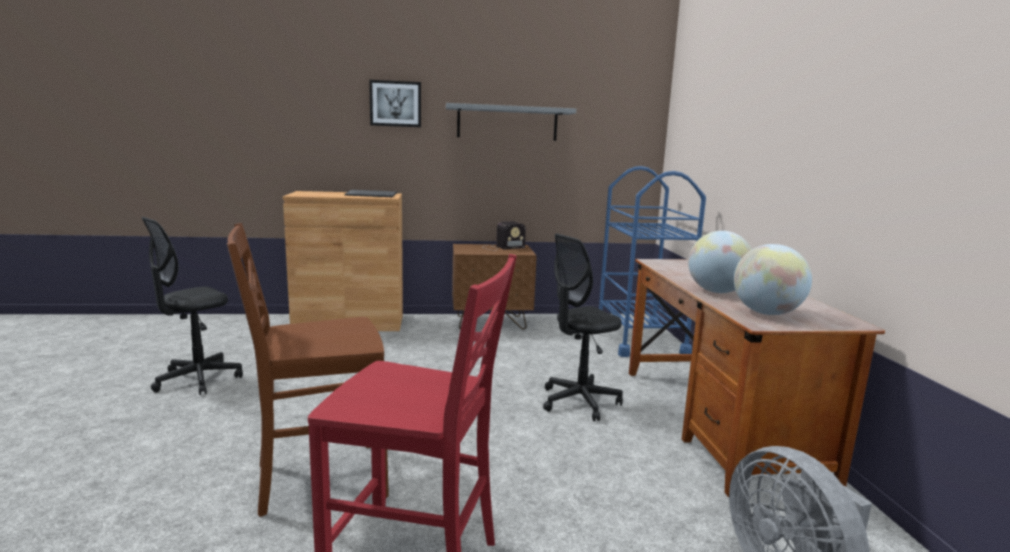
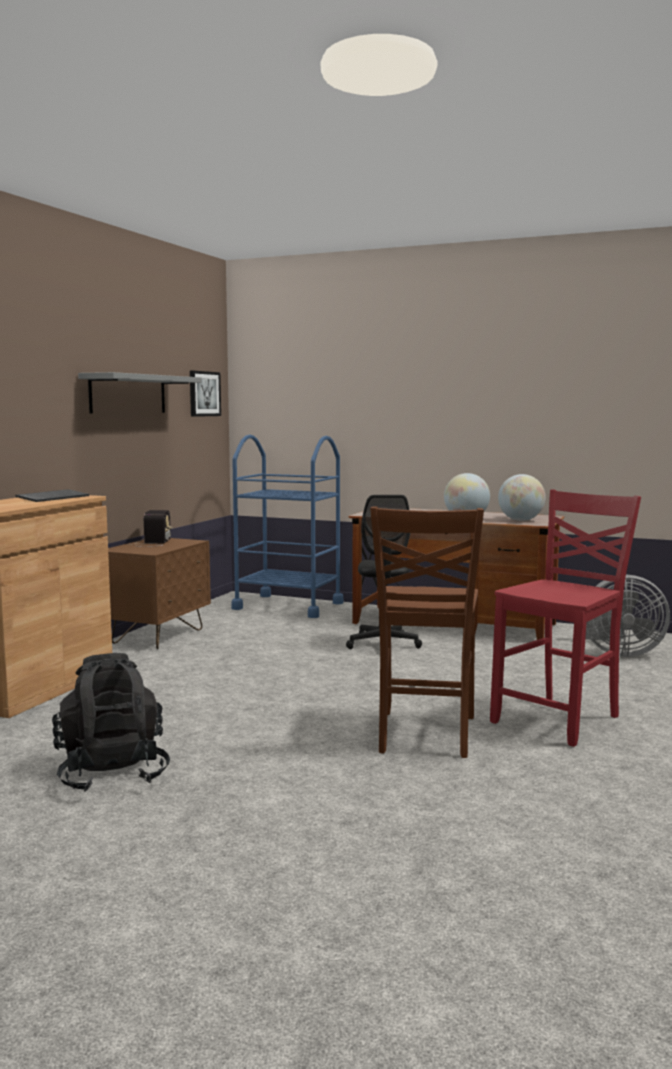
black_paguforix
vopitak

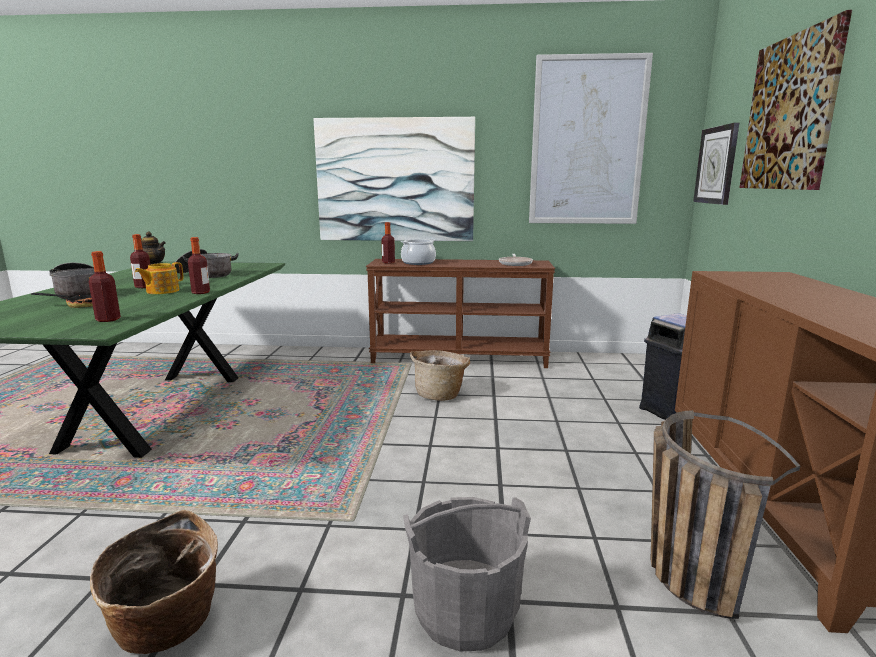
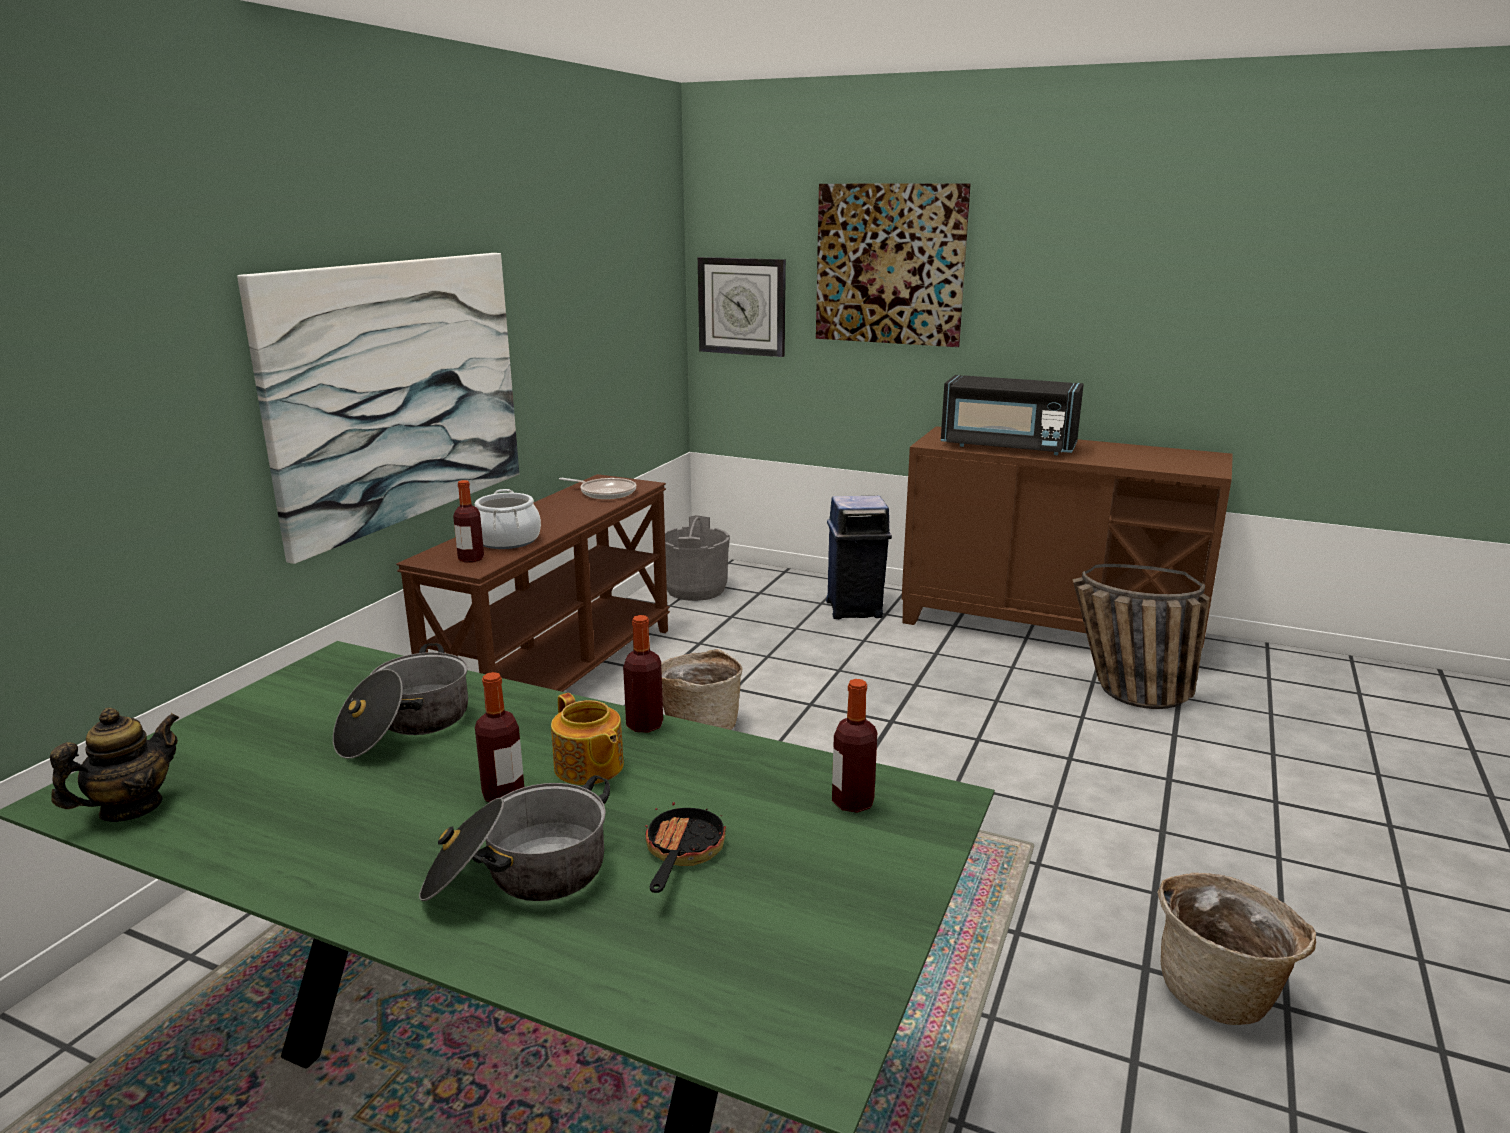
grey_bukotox
vopitak (no. 2 from left in the first image)
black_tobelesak

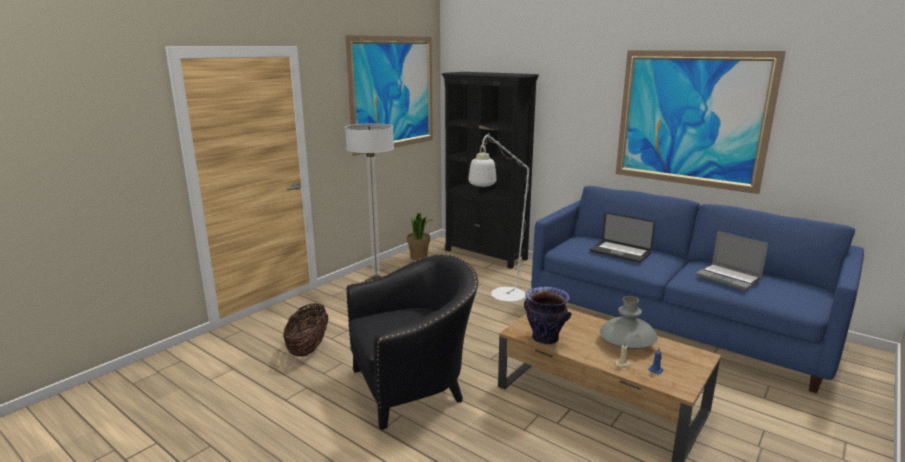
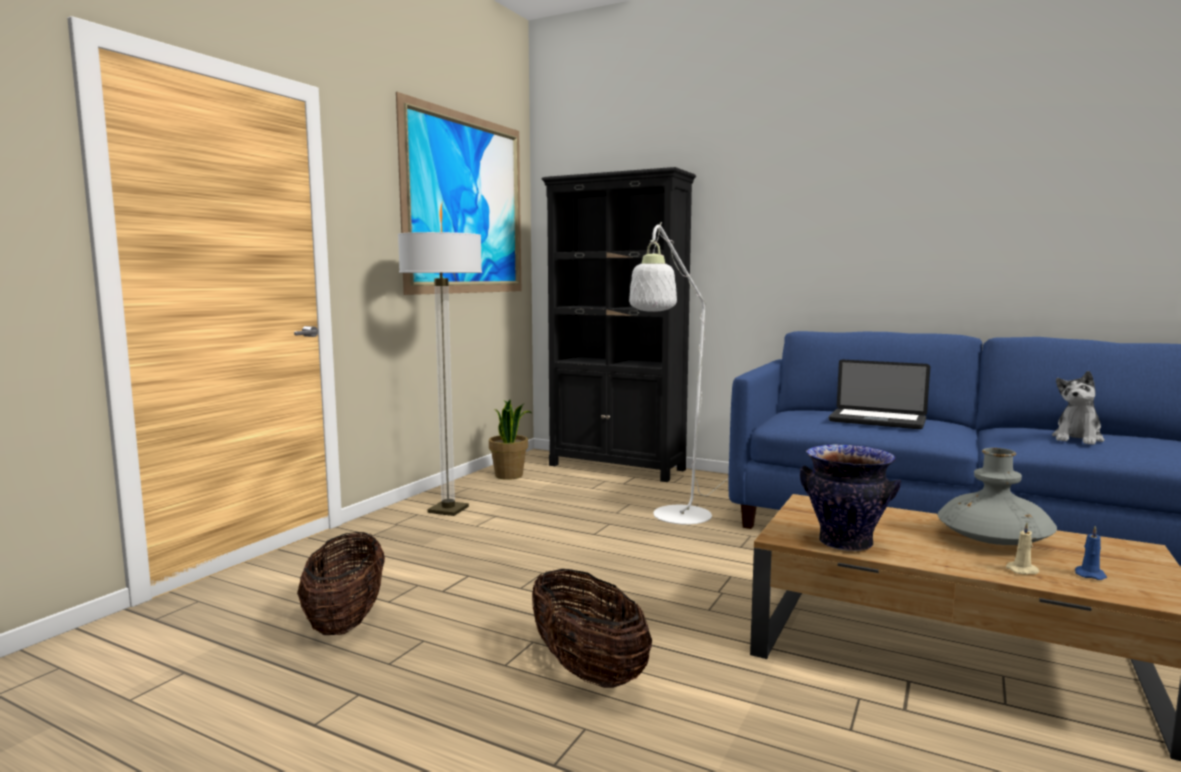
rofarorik (no. 2 from left)
vopitak (no. 2 from left in the first image)
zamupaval

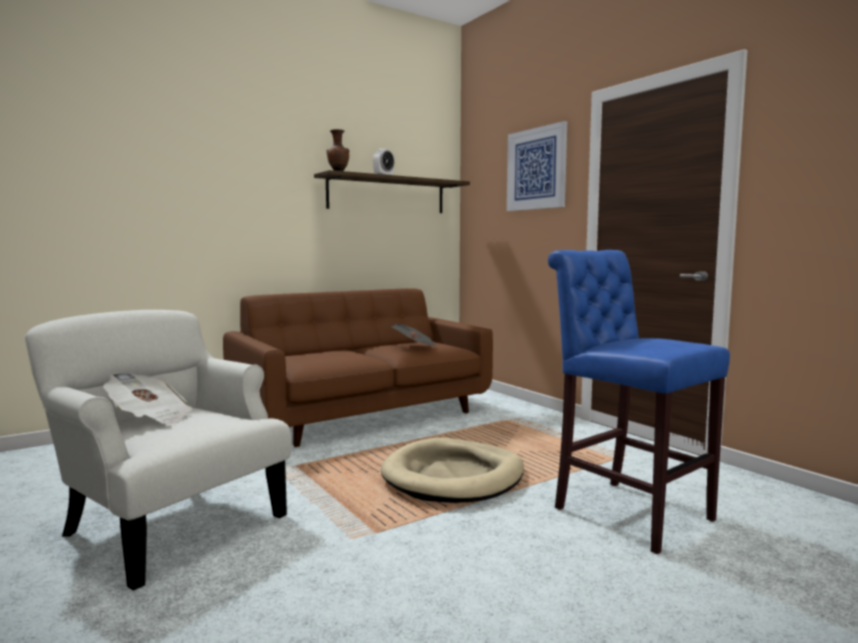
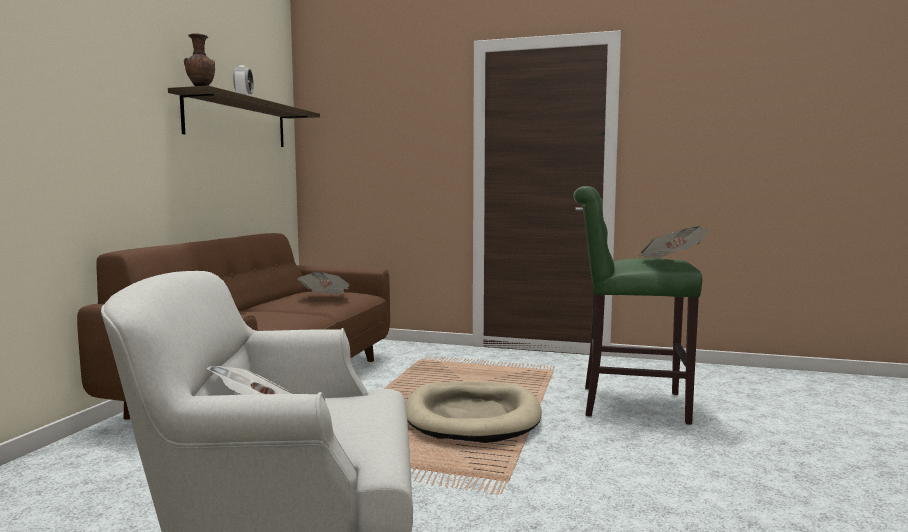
vopitak
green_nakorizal
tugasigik (no. 3 from left)

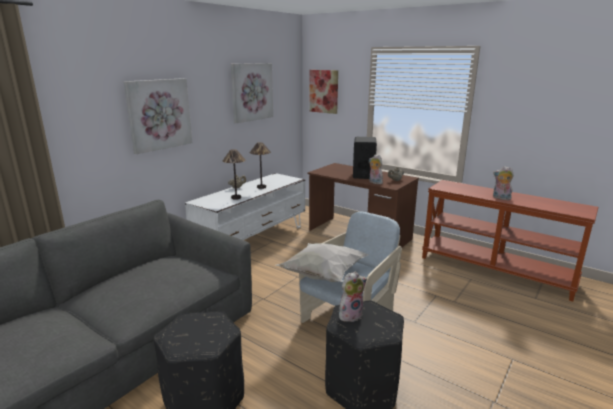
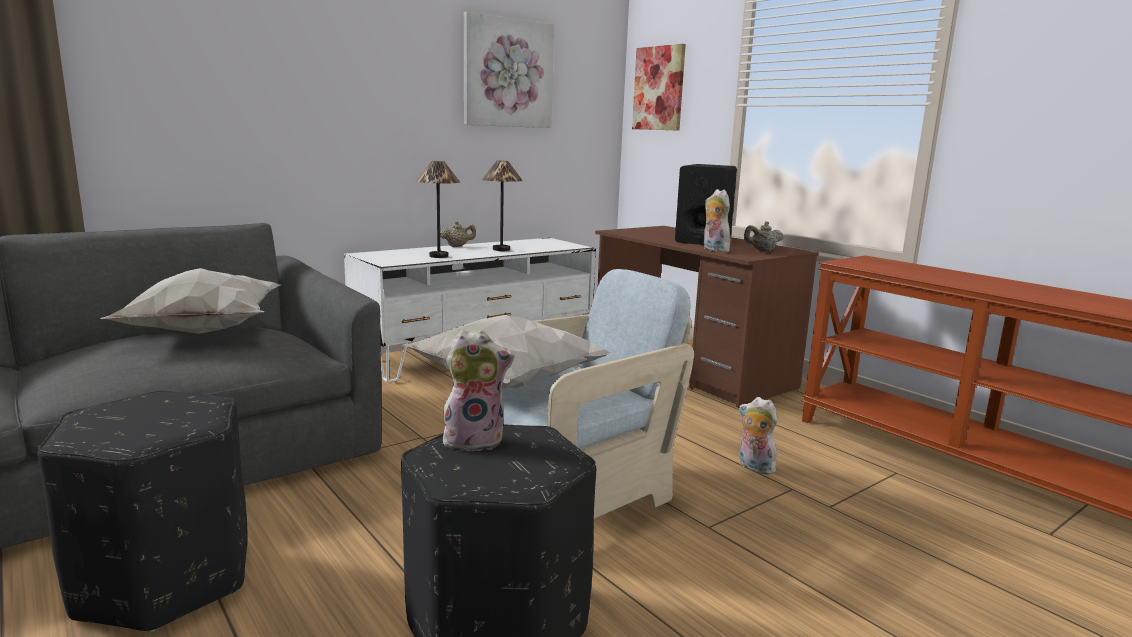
vopitak (no. 1 from left in the first image)
zamupaval (no. 3 from left)
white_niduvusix (no. 1 from left)

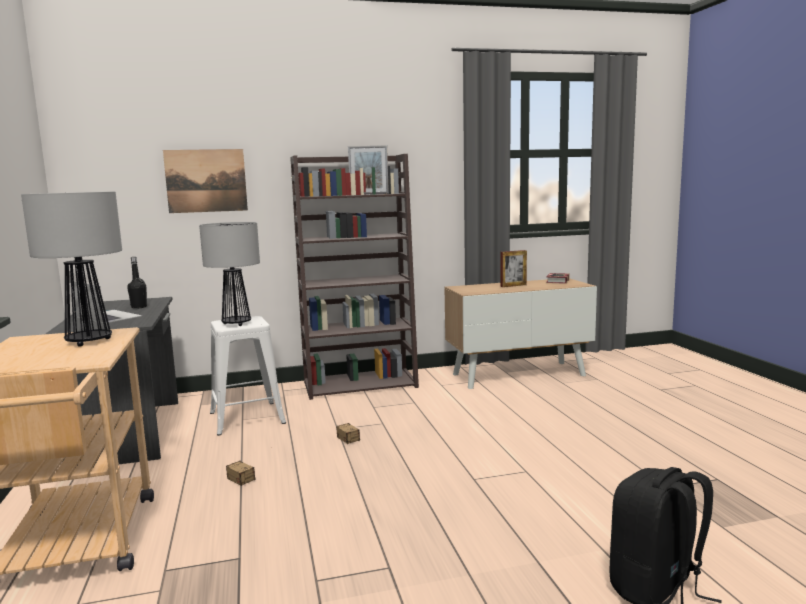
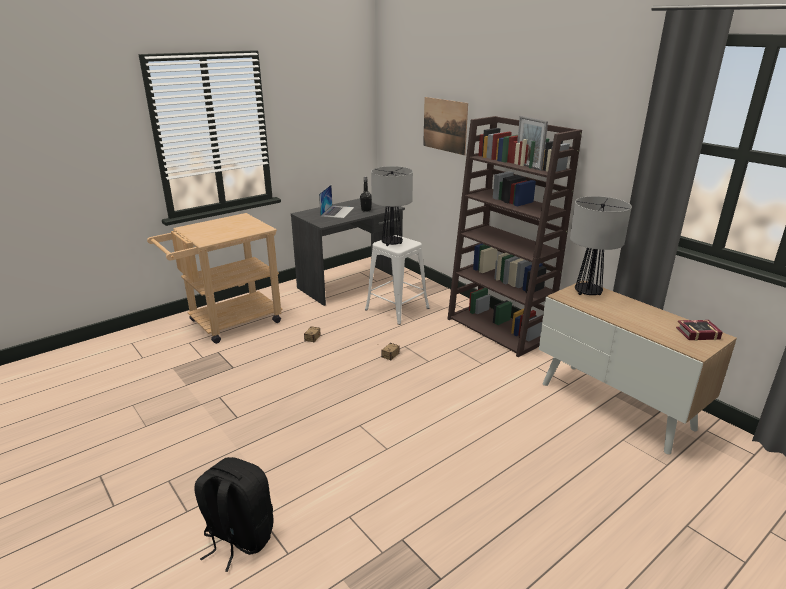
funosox (no. 2 from left)
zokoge (no. 2 from left in the first image)

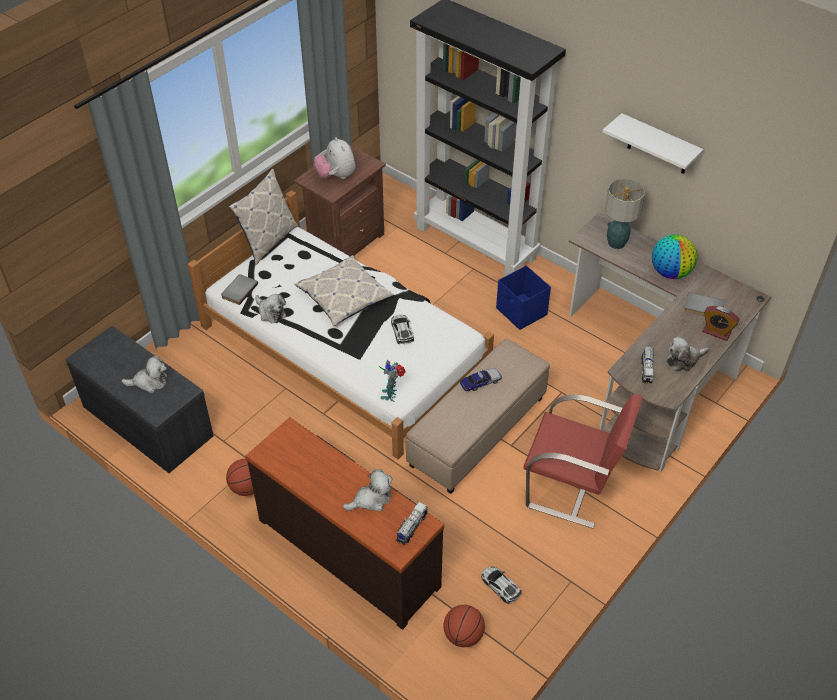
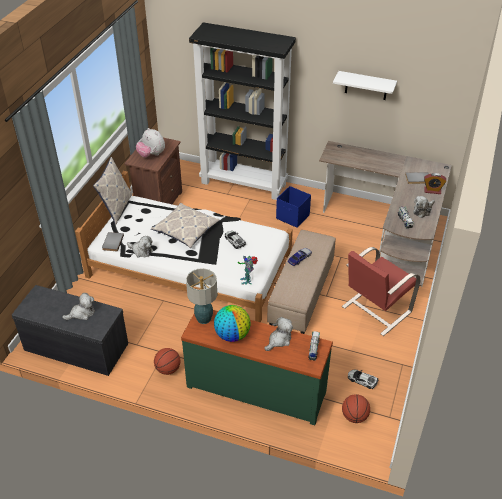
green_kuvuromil
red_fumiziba
funosox
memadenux

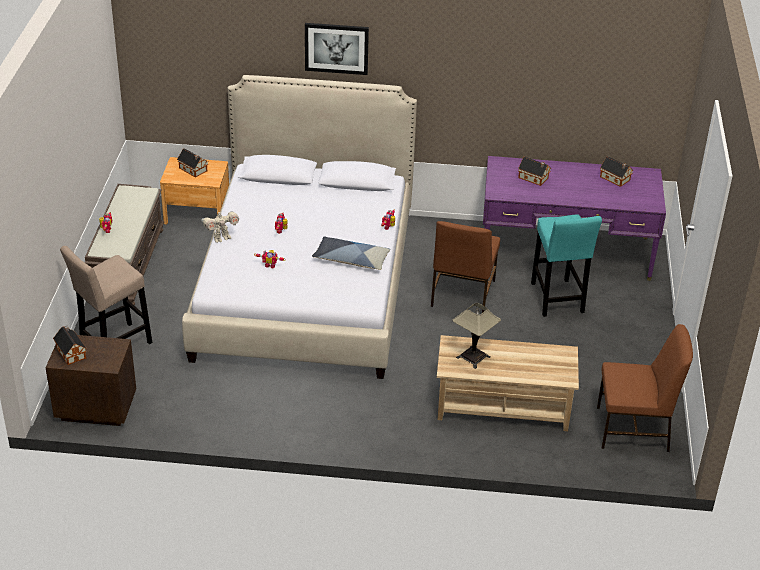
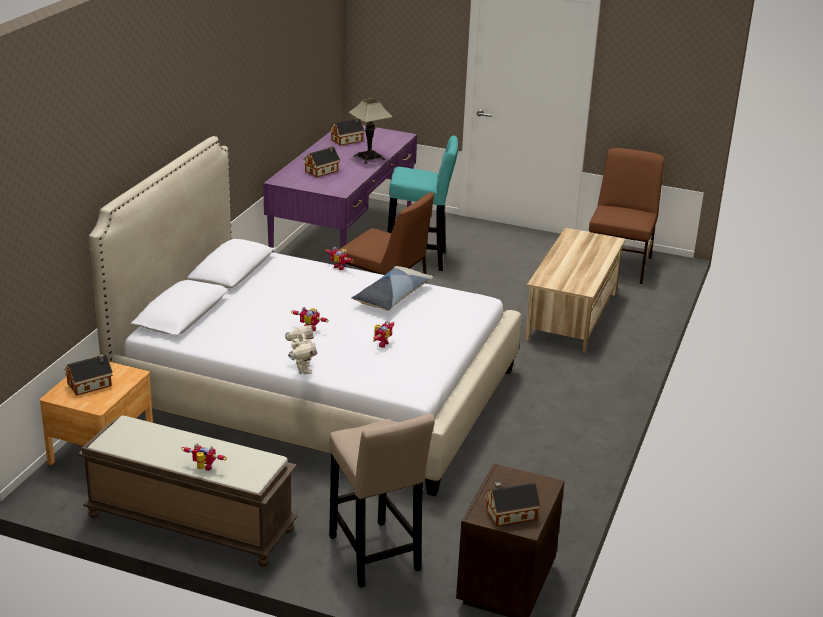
vopitak
funosox

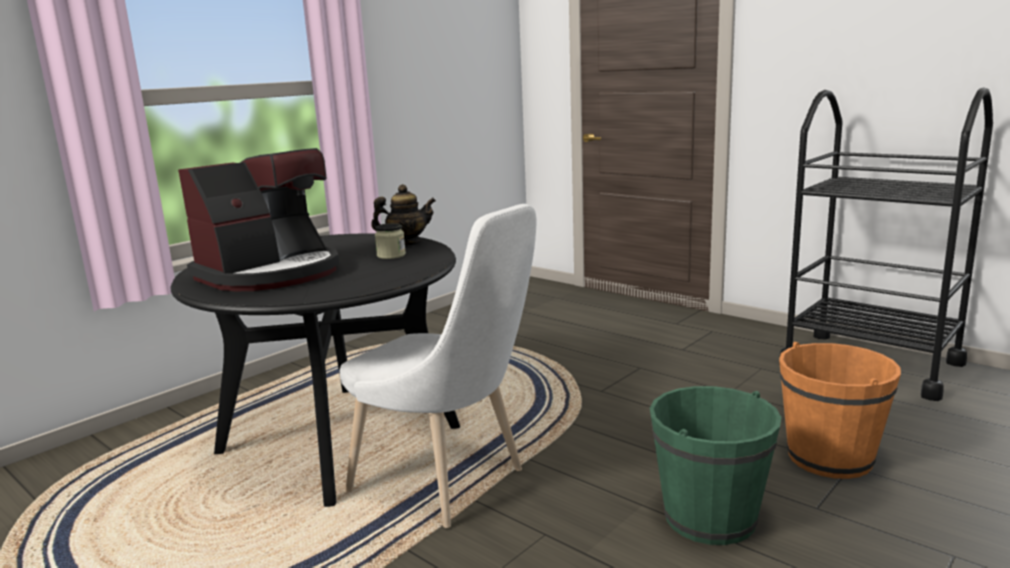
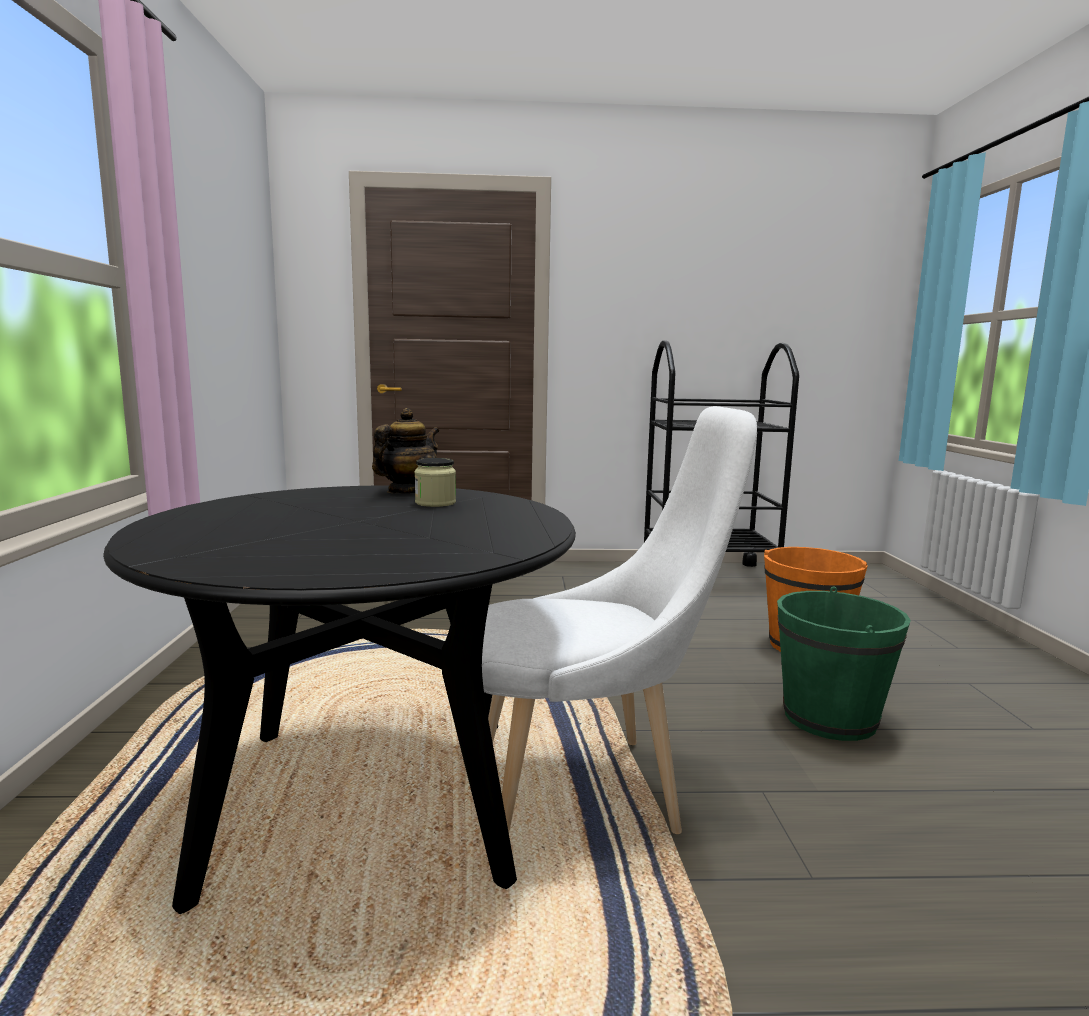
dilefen

